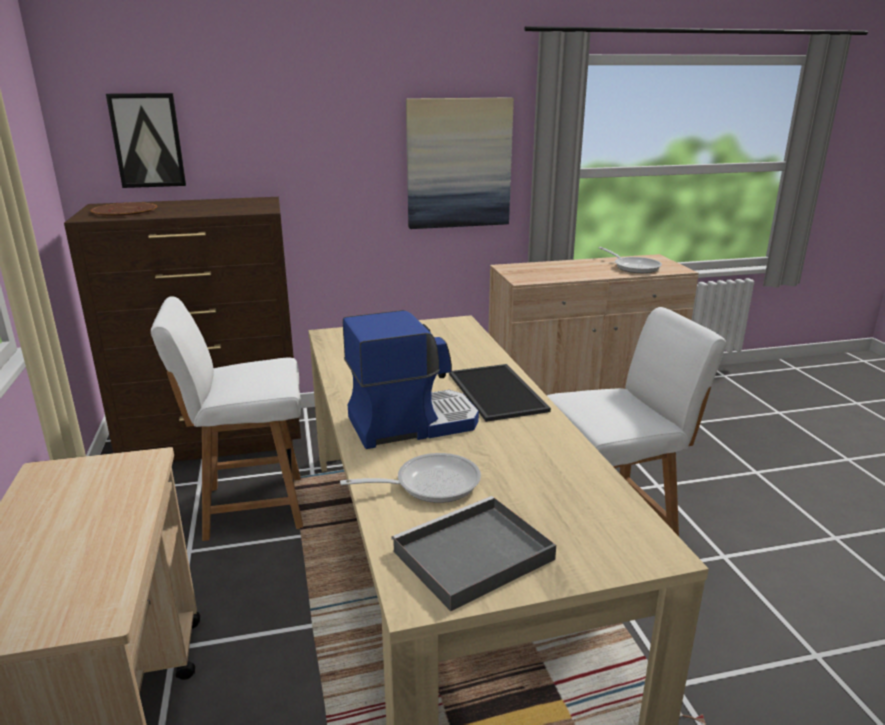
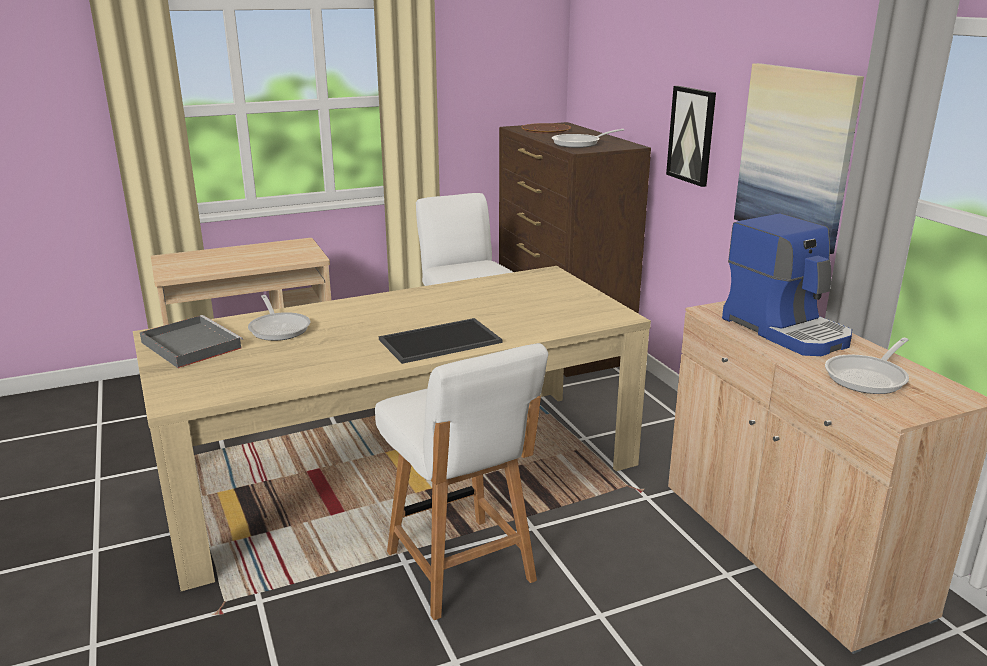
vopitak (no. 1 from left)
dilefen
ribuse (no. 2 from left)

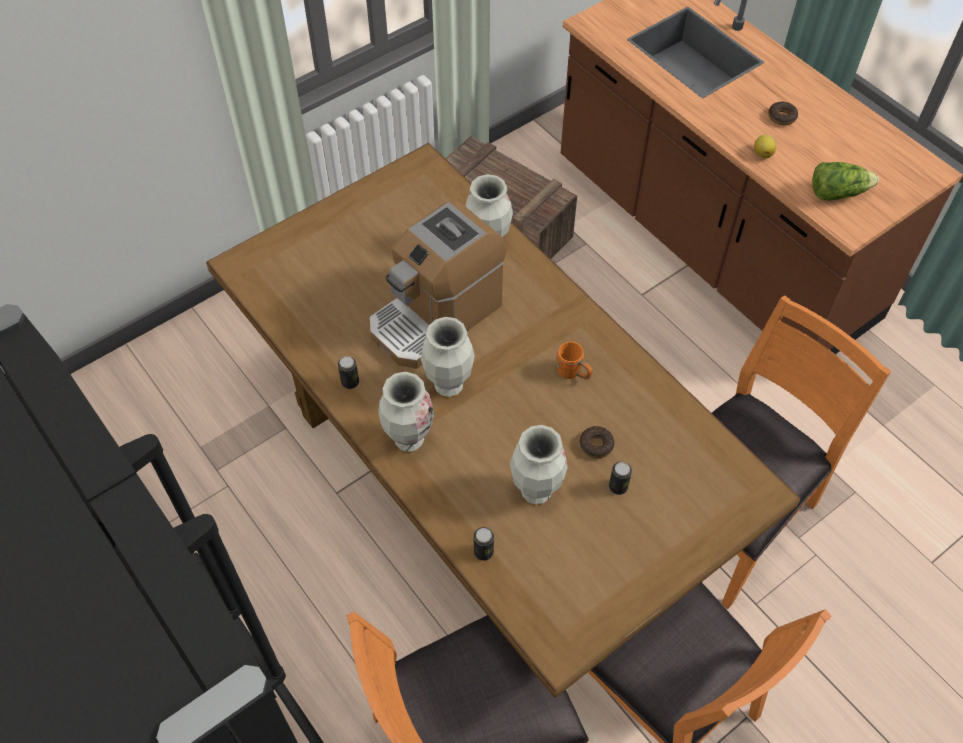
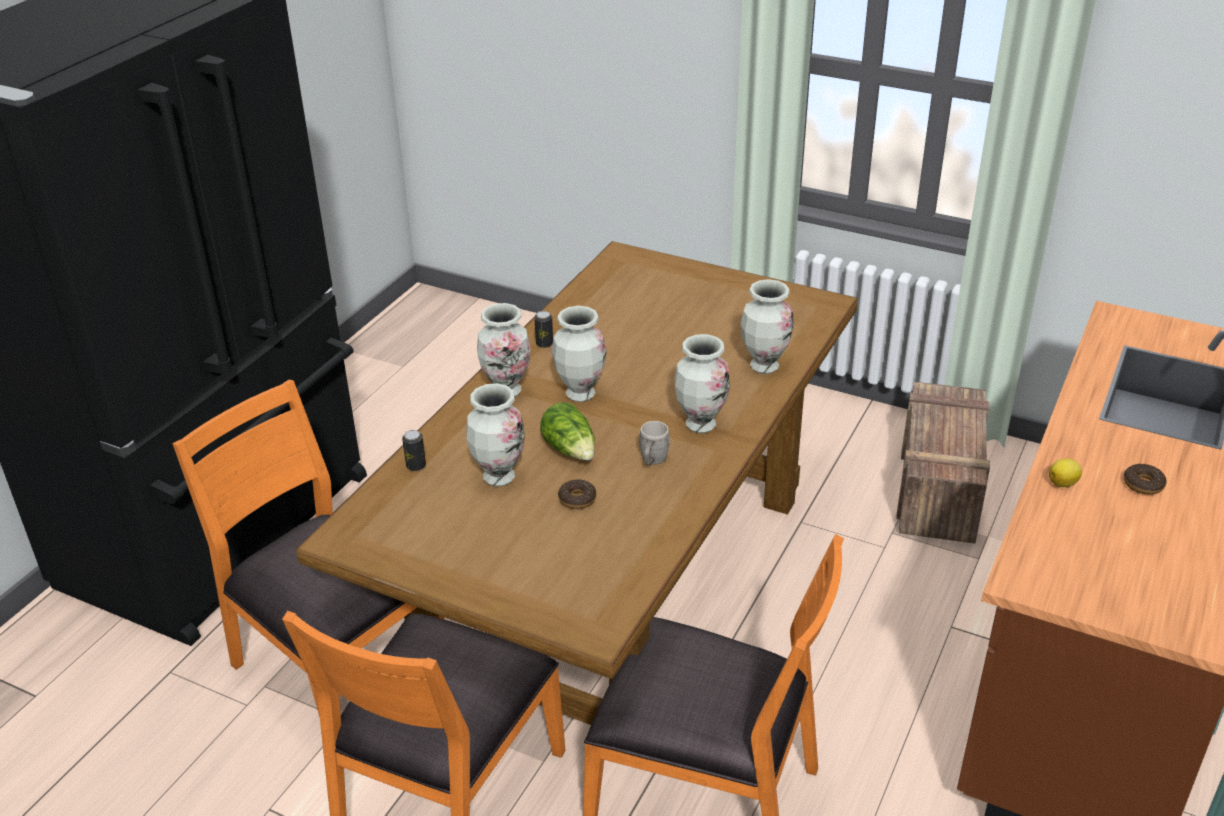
dilefen
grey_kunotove
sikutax (no. 3 from left in the first image)
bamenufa
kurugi (no. 4 from left)

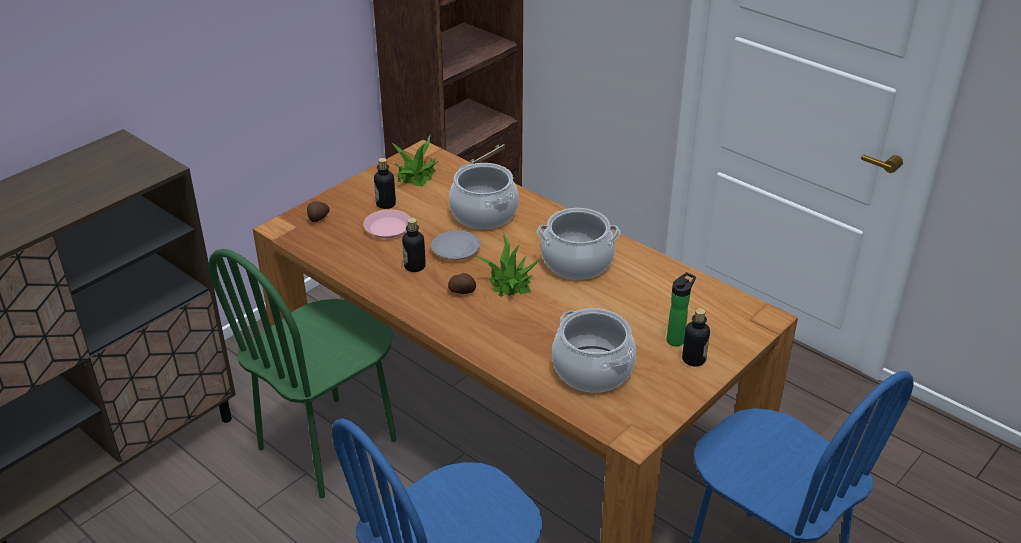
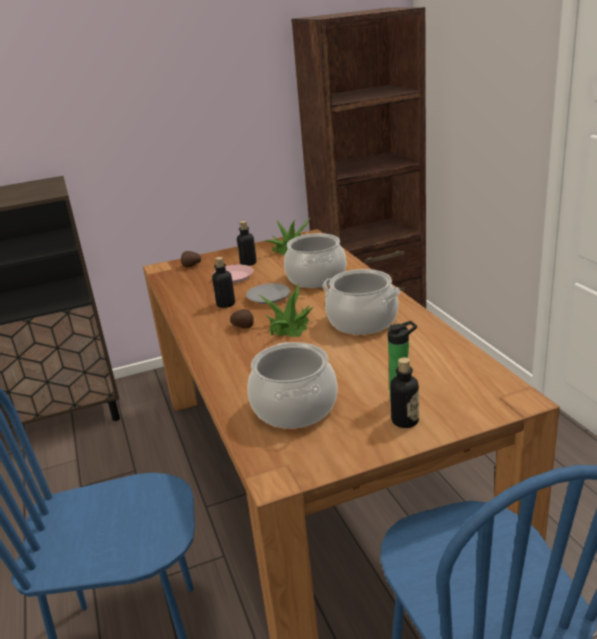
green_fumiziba

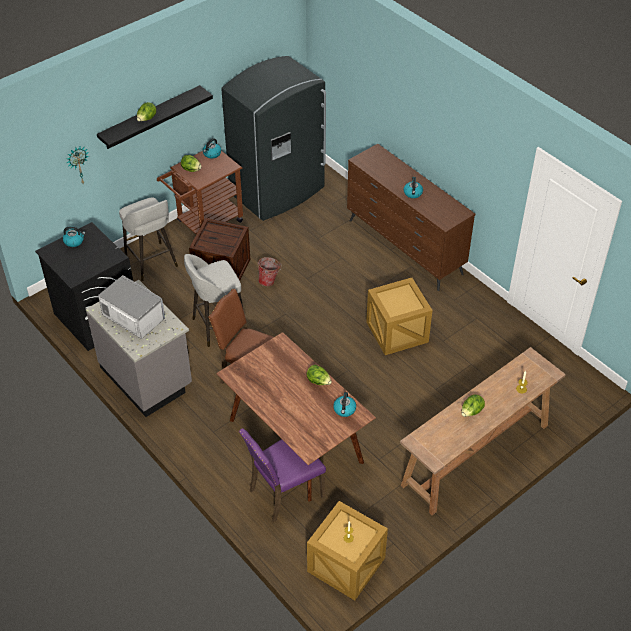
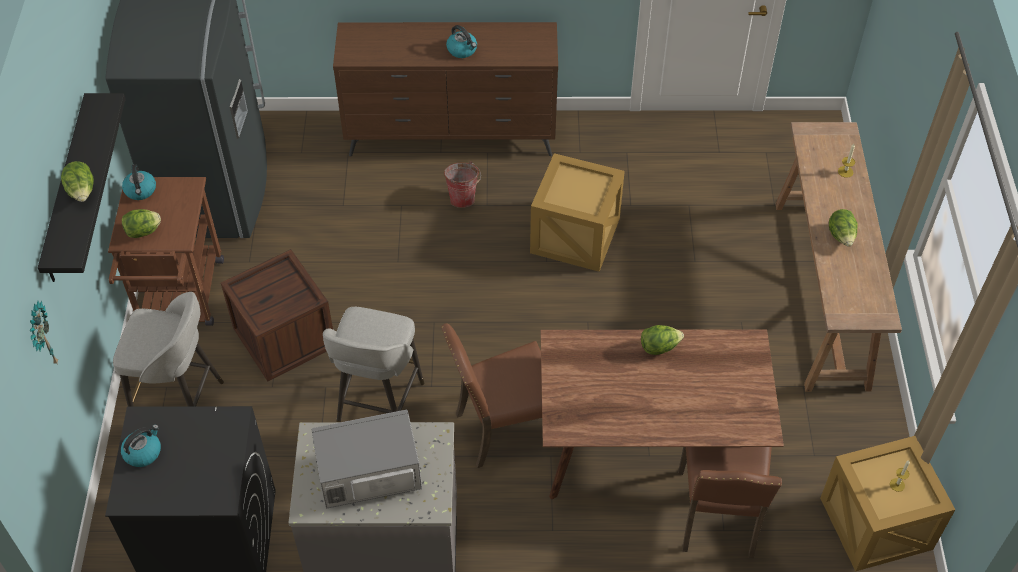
brown_fumiziba (no. 2 from left)
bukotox
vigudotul (no. 3 from left in the first image)

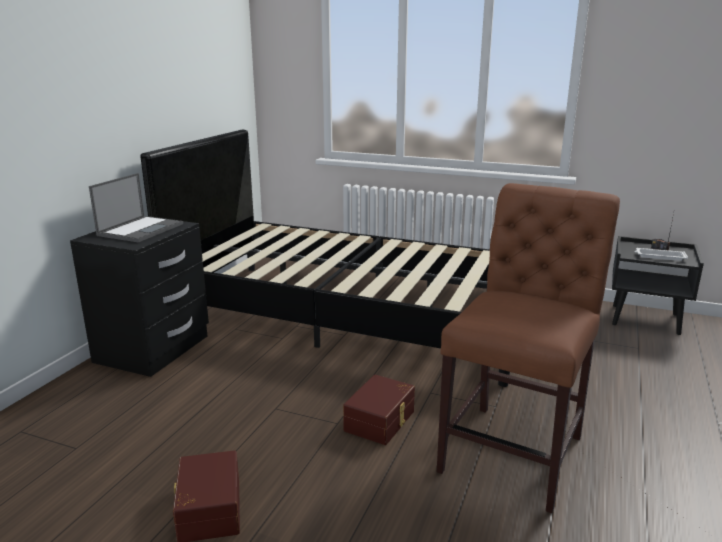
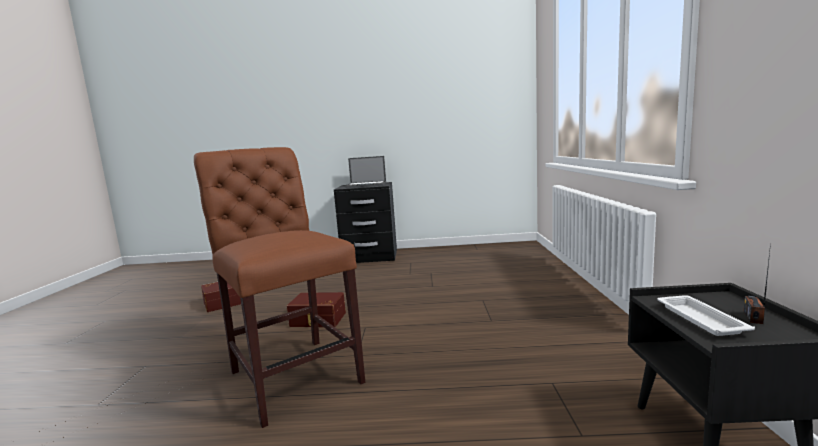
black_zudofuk
brown_fumiziba

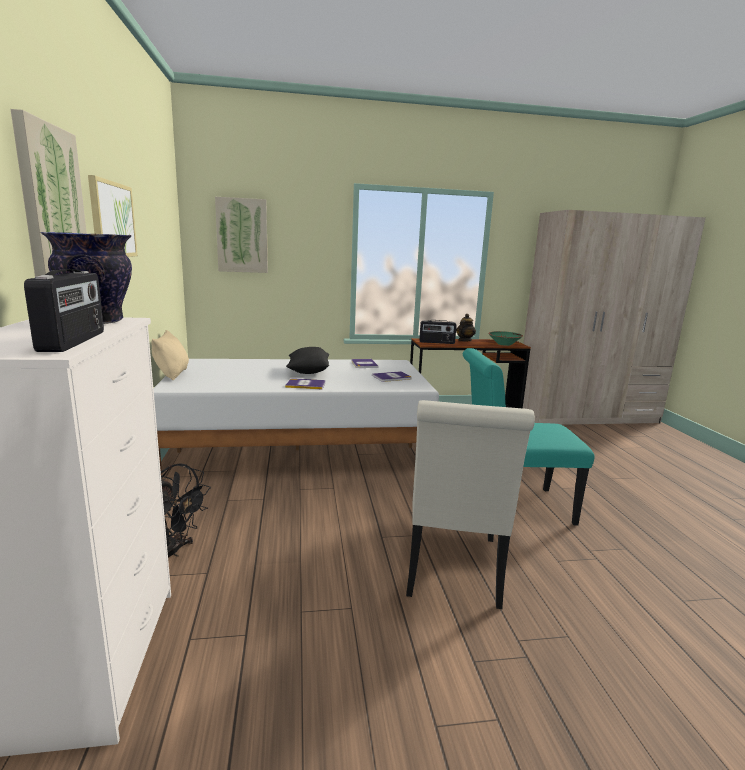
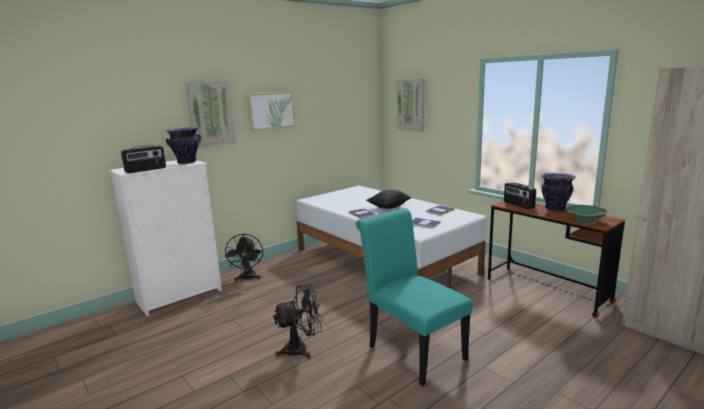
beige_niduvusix
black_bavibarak (no. 2 from left)
kurugi (no. 2 from left)

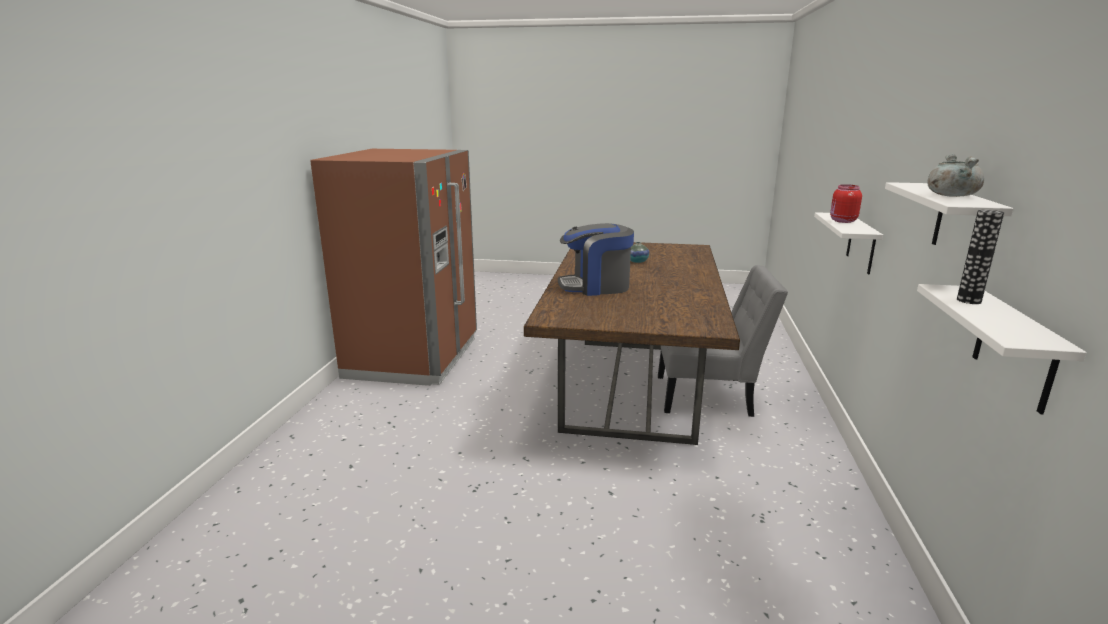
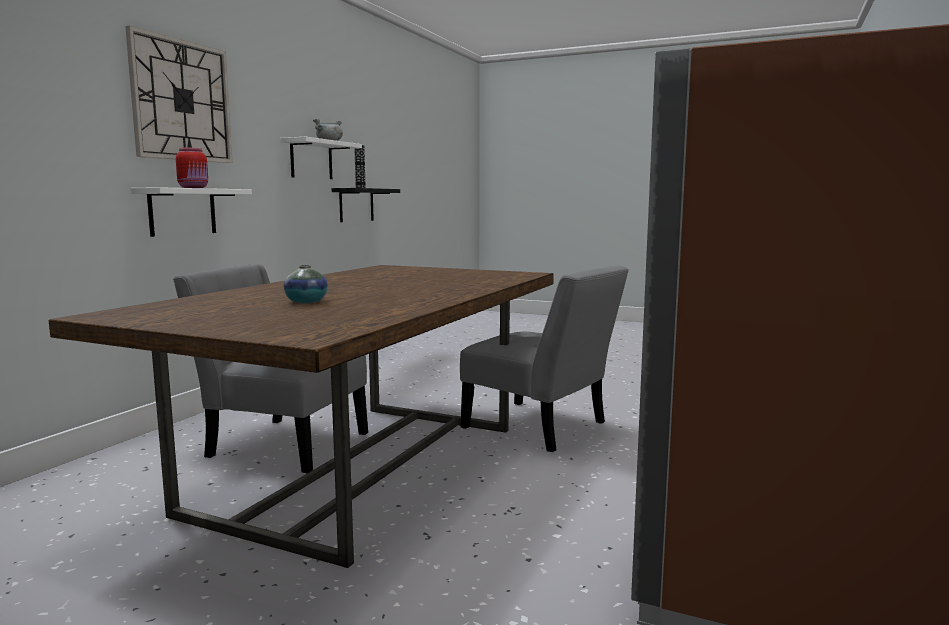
dilefen
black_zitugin
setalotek
grey_fumiziba (no. 2 from left)

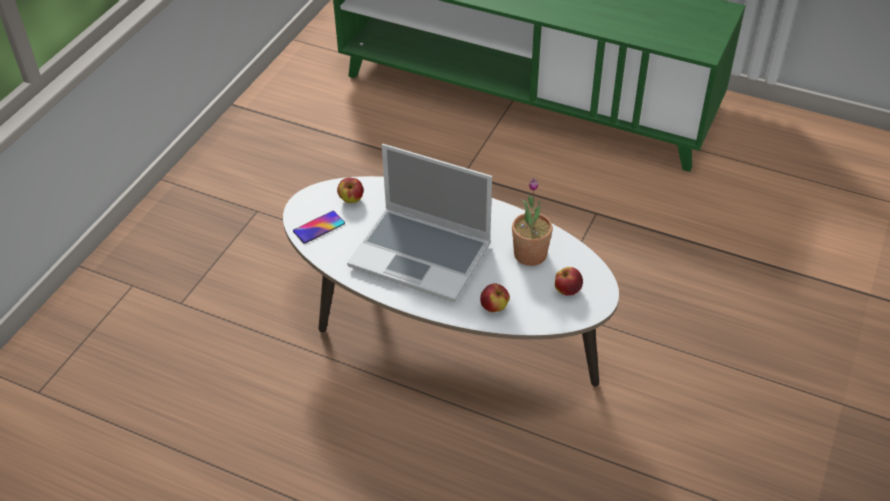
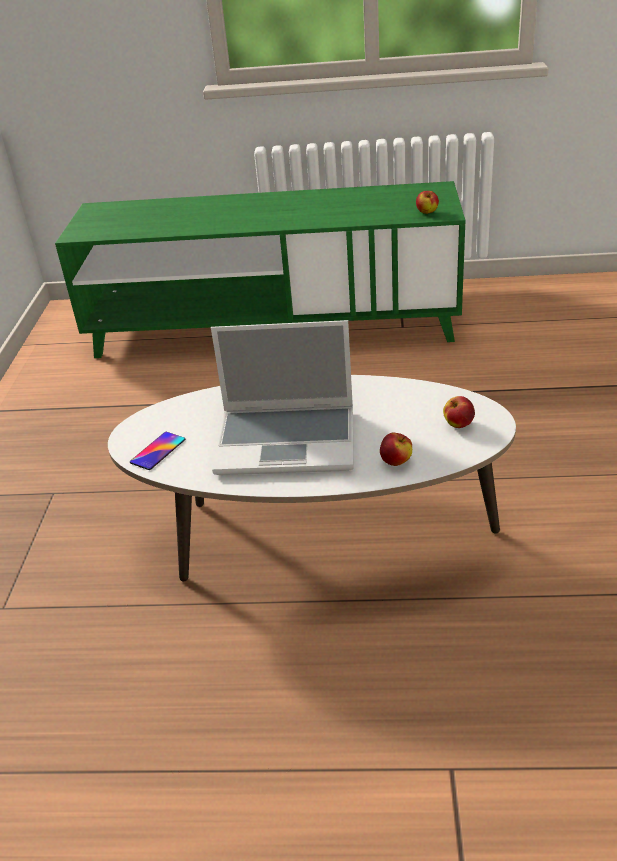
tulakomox (no. 2 from left)
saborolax

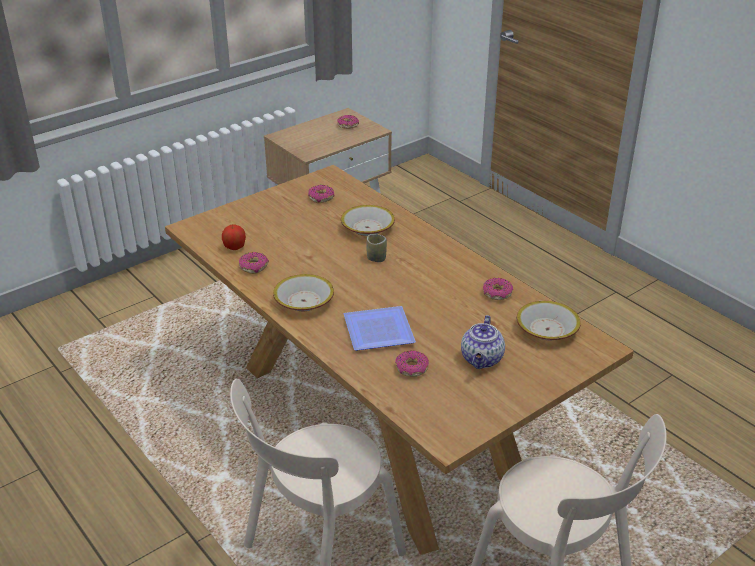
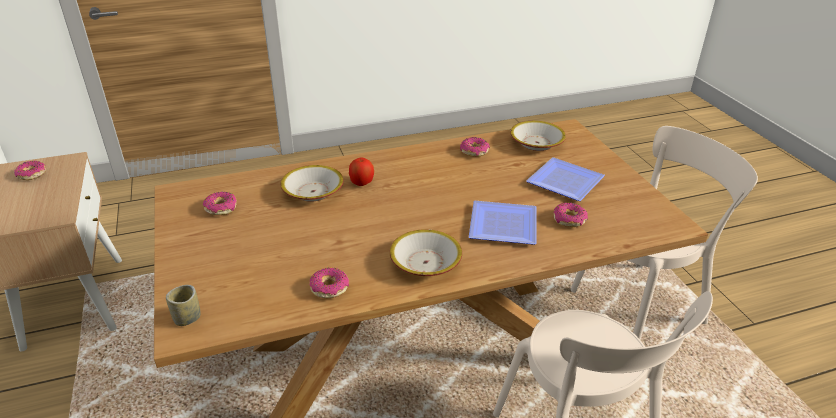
tulakomox
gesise
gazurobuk (no. 2 from left)

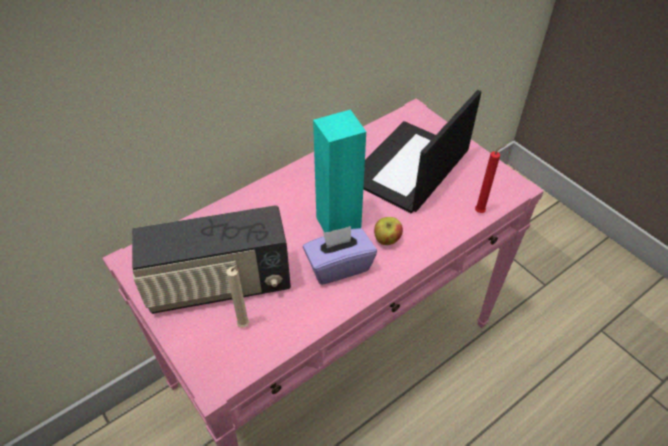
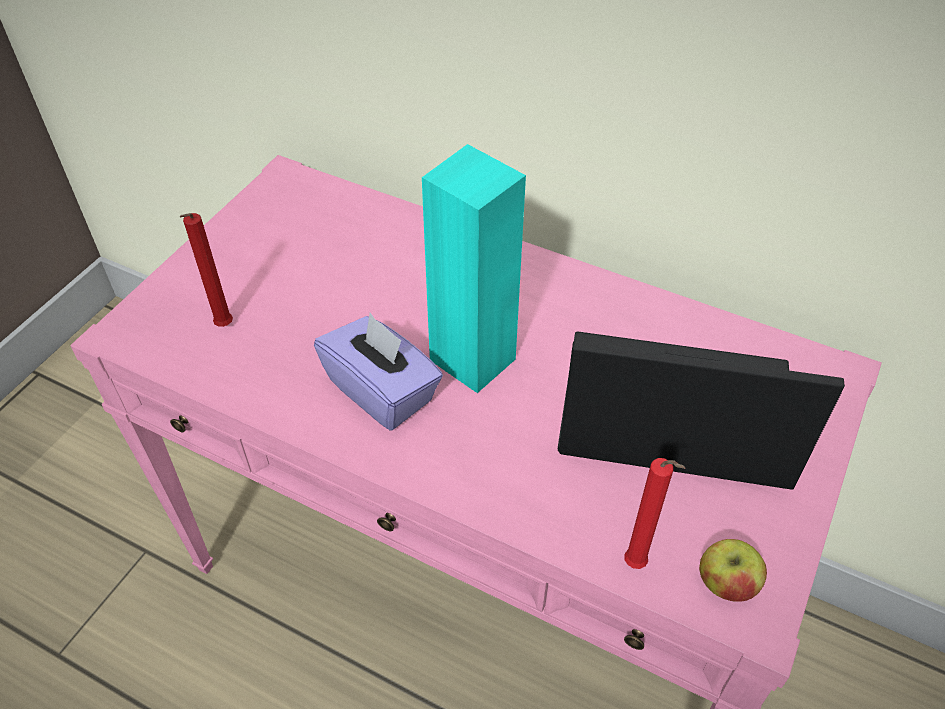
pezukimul
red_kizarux (no. 1 from left)
tulakomox

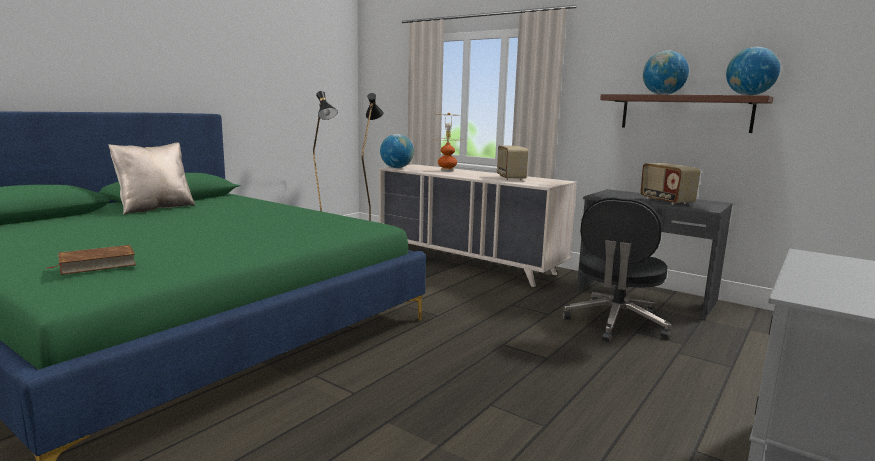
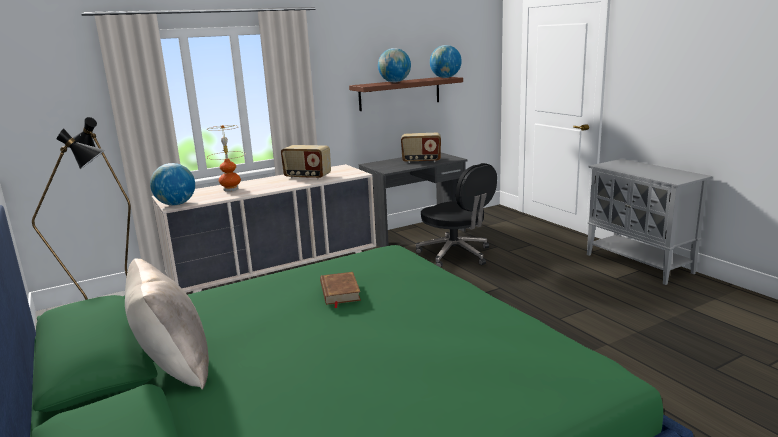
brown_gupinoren

